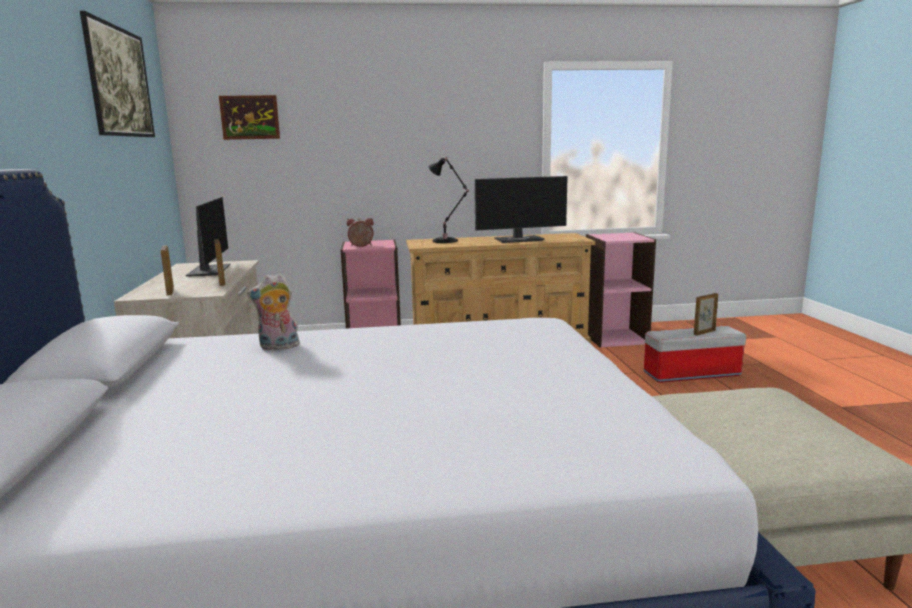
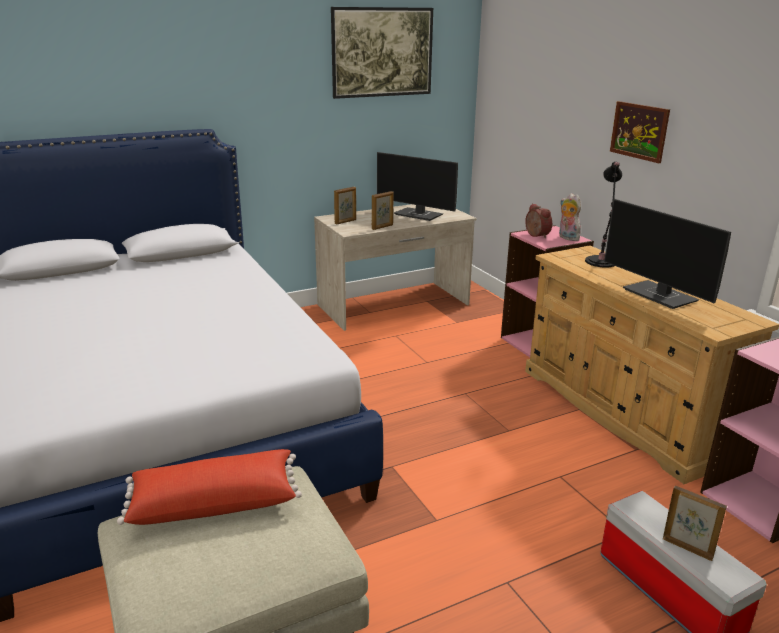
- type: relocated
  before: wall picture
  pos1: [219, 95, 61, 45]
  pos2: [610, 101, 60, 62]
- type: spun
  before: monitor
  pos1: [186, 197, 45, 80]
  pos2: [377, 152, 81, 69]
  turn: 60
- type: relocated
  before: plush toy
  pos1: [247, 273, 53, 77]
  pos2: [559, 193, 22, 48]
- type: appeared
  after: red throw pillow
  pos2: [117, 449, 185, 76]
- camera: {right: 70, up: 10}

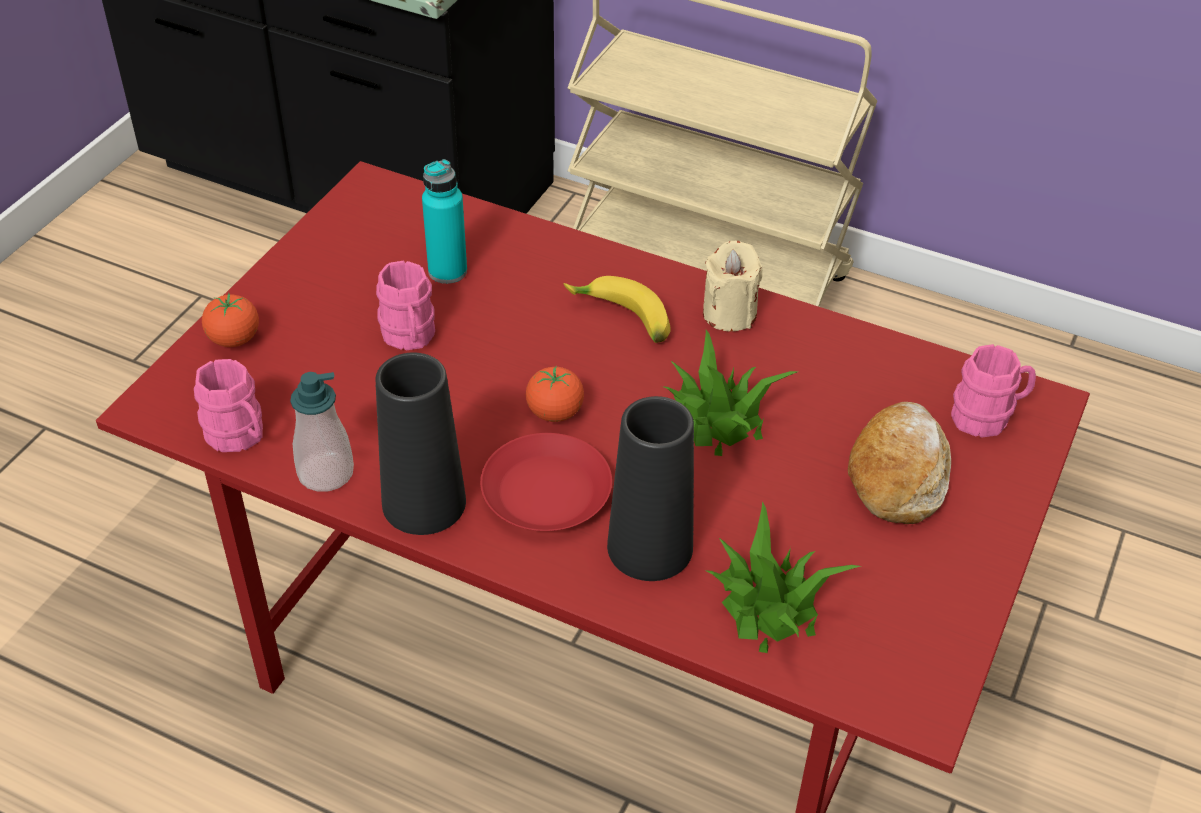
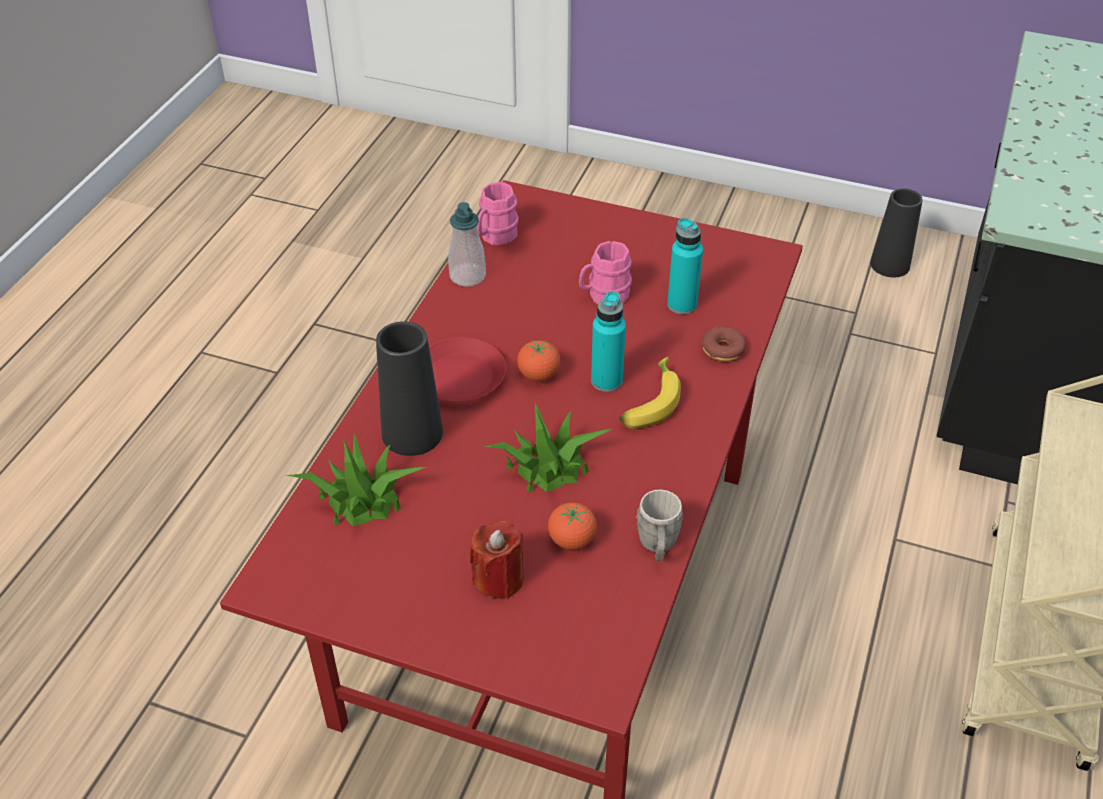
- type: missing
  before: beige-coloured wax light
  pos1: [703, 241, 59, 91]
- type: relocated
  before: tomato
  pos1: [202, 293, 57, 54]
  pos2: [548, 502, 49, 48]
- type: missing
  before: pink mug
  pos1: [951, 344, 85, 94]
- type: relocated
  before: black-coloured decorative vase
  pos1: [375, 353, 91, 182]
  pos2: [870, 188, 53, 90]
- type: exchanged
  before: baked bread
  after: red wax light
  pos1: [848, 402, 103, 122]
  pos2: [470, 520, 54, 79]
- type: appeared
  after: blue-green bottle
  pos2: [591, 291, 35, 101]
- type: appeared
  after: donut
  pos2: [701, 326, 45, 35]
- type: appeared
  after: grey mug
  pos2: [636, 489, 47, 72]
- camera: {right: 85, up: 0}

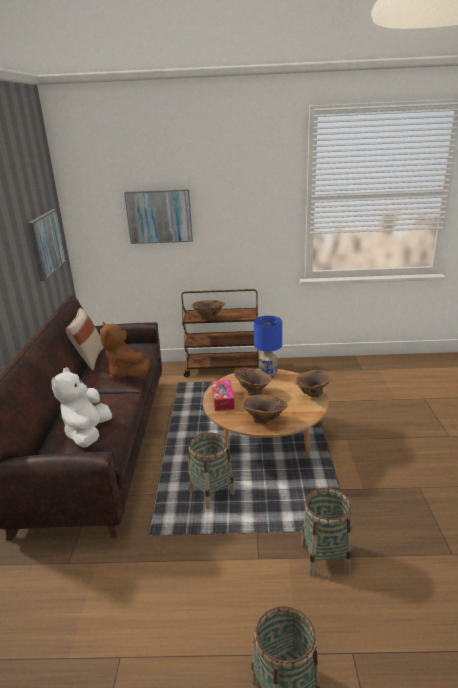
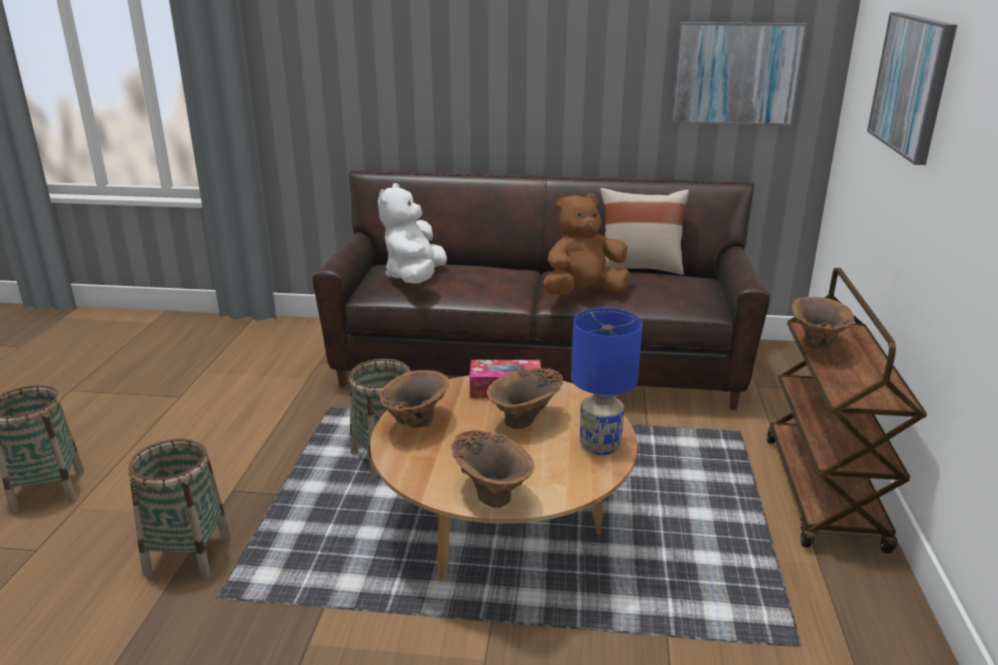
- type: spun
  before: whitish plush toy
  pos1: [51, 367, 61, 81]
  pos2: [378, 183, 69, 101]
  turn: -90
- camera: {right: 95, up: 0}

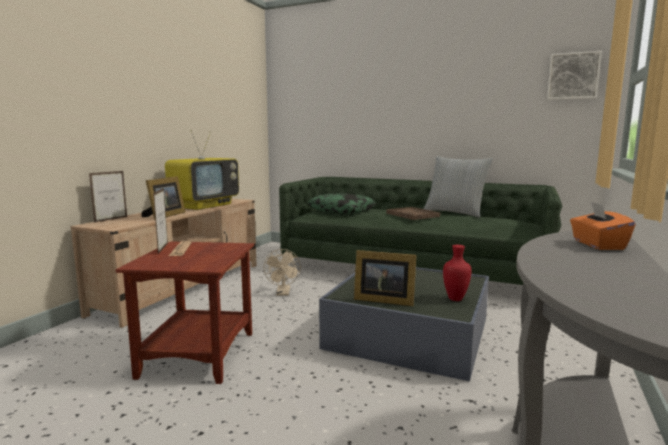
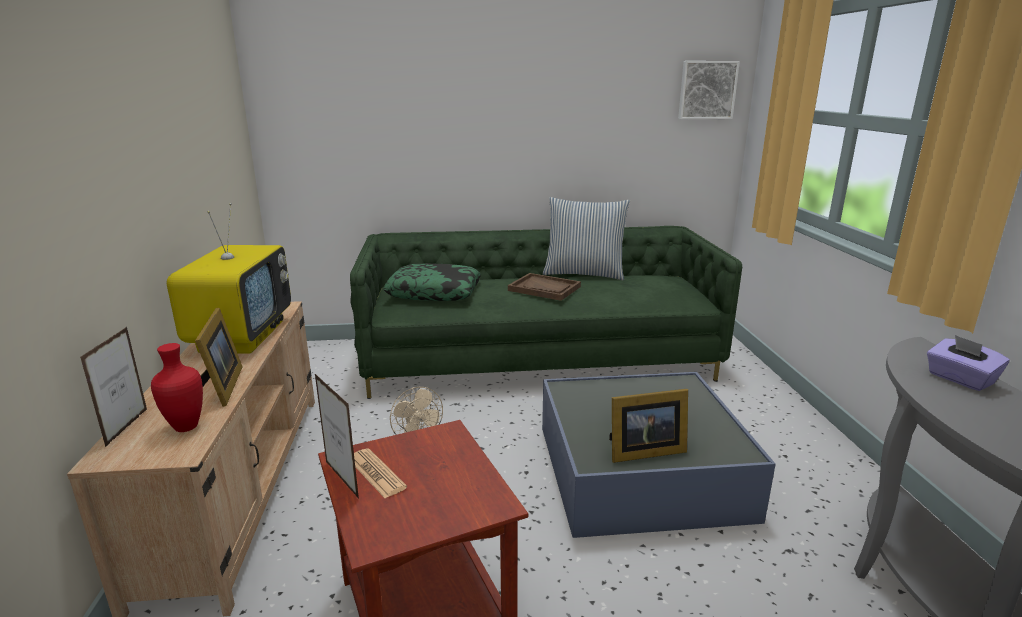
- type: colour
  before: orangey tissue holder
  after: purplish tissue holder
  pos1: [570, 202, 66, 48]
  pos2: [927, 335, 83, 56]
- type: relocated
  before: red decorative vase
  pos1: [443, 245, 28, 56]
  pos2: [151, 343, 52, 89]
- camera: {right: -30, up: 10}

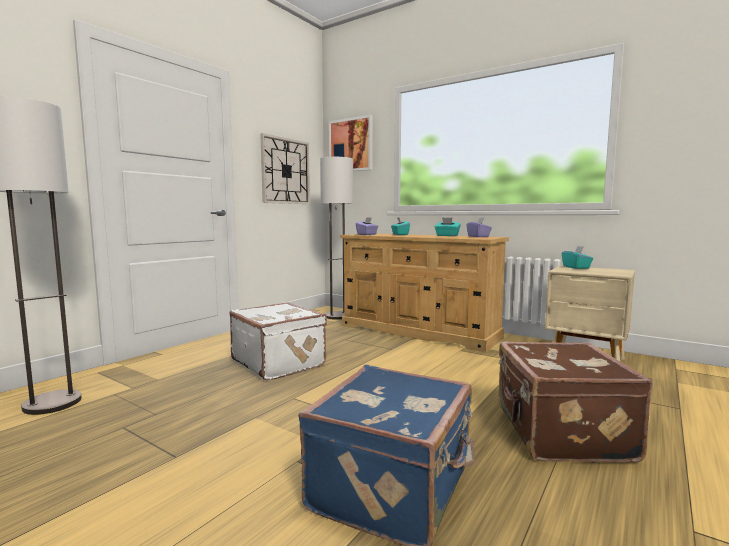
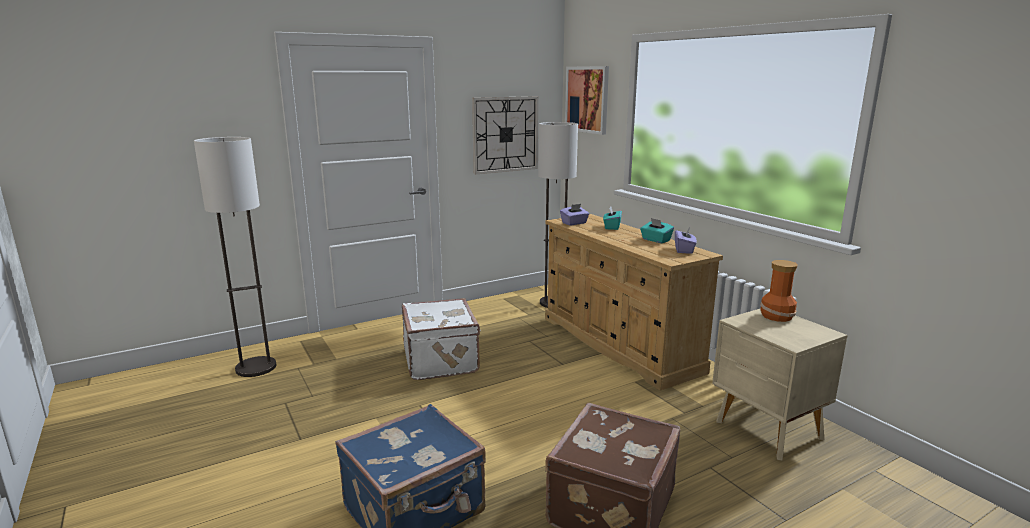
- type: exchanged
  before: blue-green tissue holder
  after: decorative vase
  pos1: [562, 246, 31, 23]
  pos2: [760, 260, 38, 62]
- camera: {right: 25, up: 10}

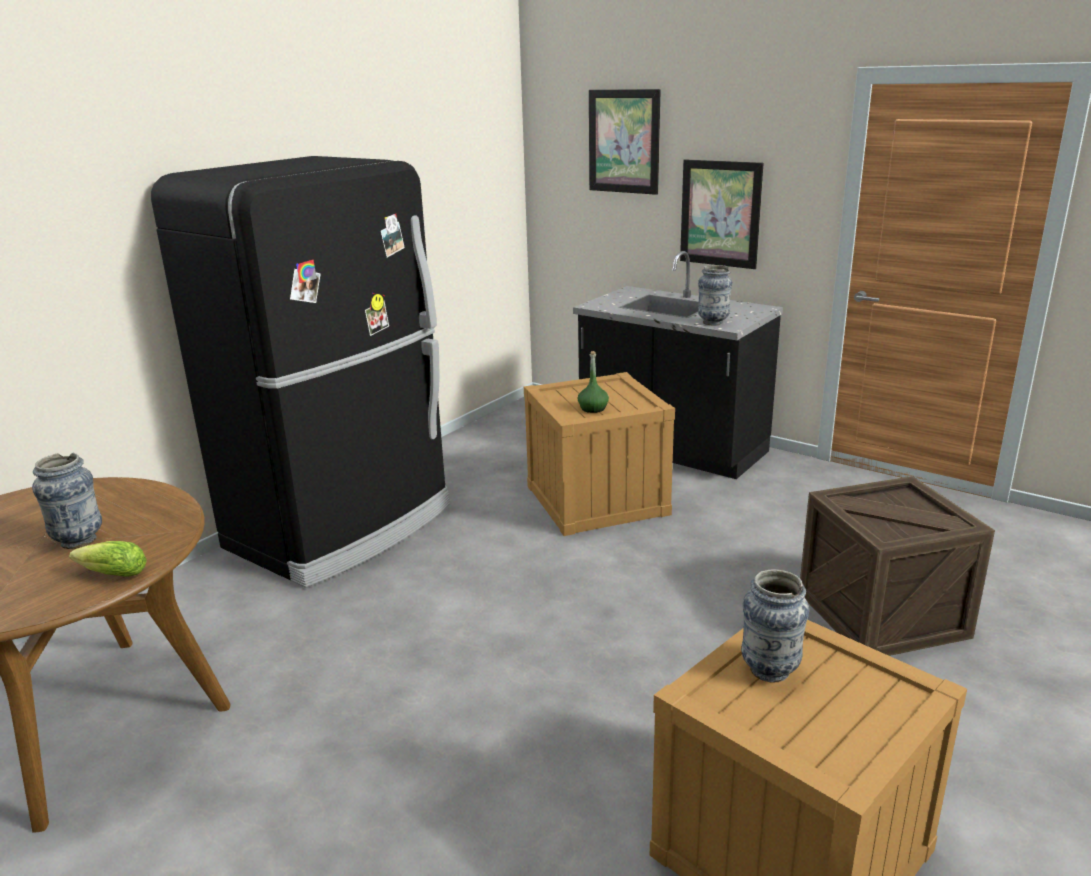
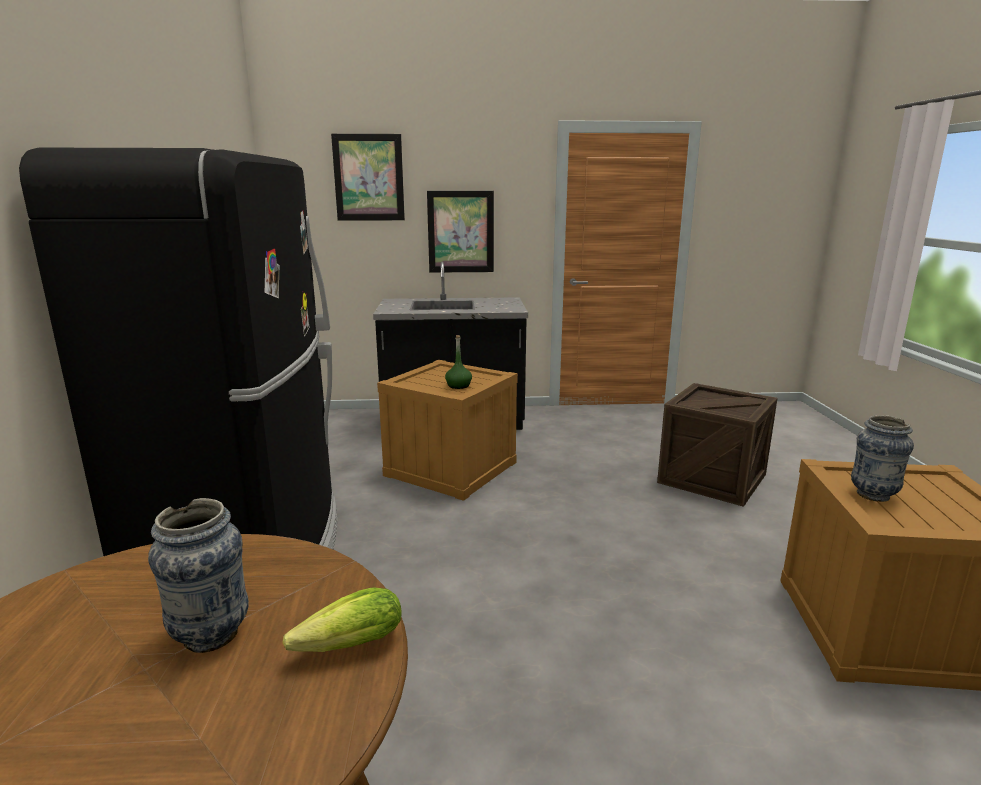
- type: missing
  before: decorative vase
  pos1: [698, 265, 34, 61]
- camera: {right: -40, up: -5}

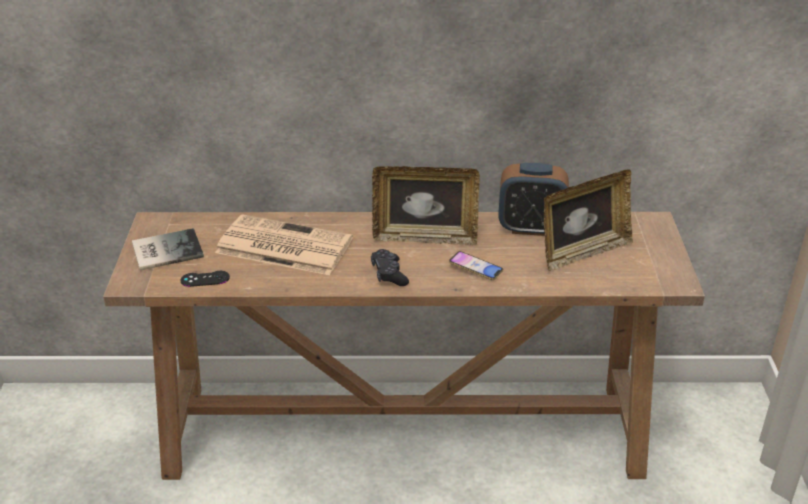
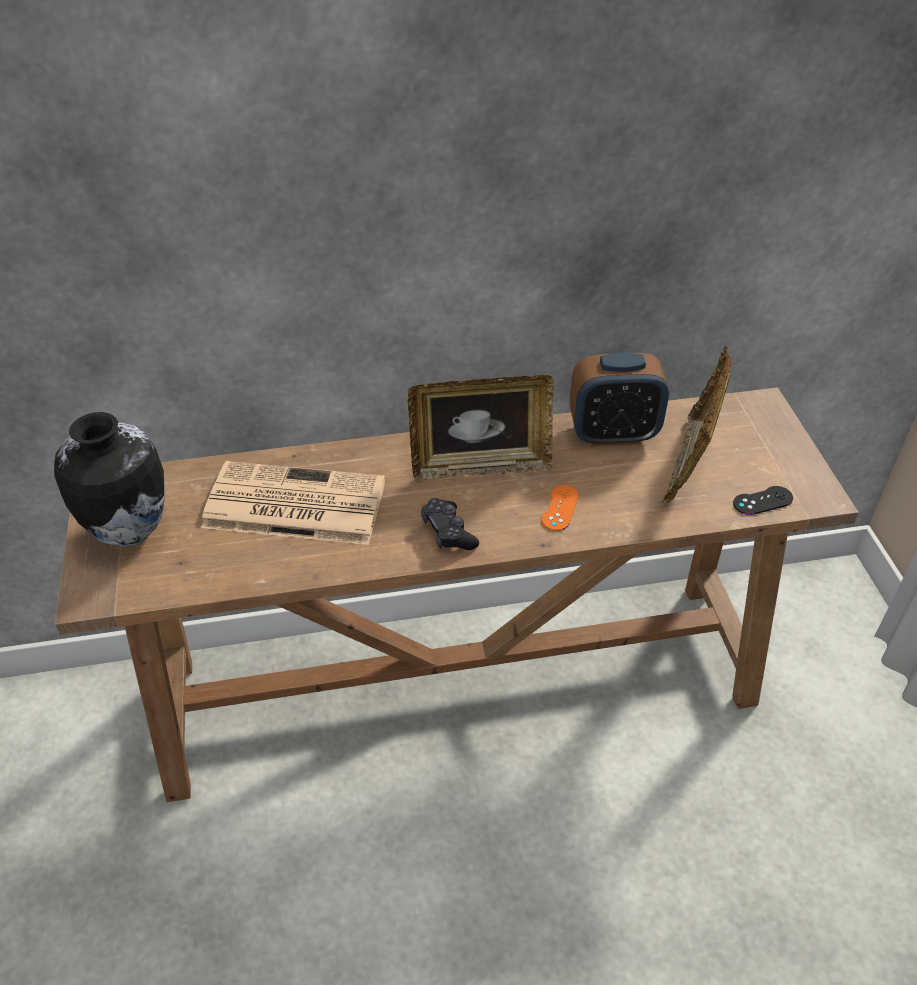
- type: spun
  before: standing frame
  pos1: [544, 170, 89, 101]
  pos2: [660, 346, 72, 158]
  turn: 150
- type: exchanged
  before: volume
  after: decorative vase
  pos1: [132, 228, 72, 43]
  pos2: [54, 412, 111, 135]
- type: exchanged
  before: phone
  after: orangey gamepad
  pos1: [449, 251, 54, 29]
  pos2: [541, 485, 38, 46]
- type: relocated
  before: black-coloured gamepad
  pos1: [180, 271, 50, 16]
  pos2: [733, 486, 60, 29]
- camera: {right: -10, up: 10}

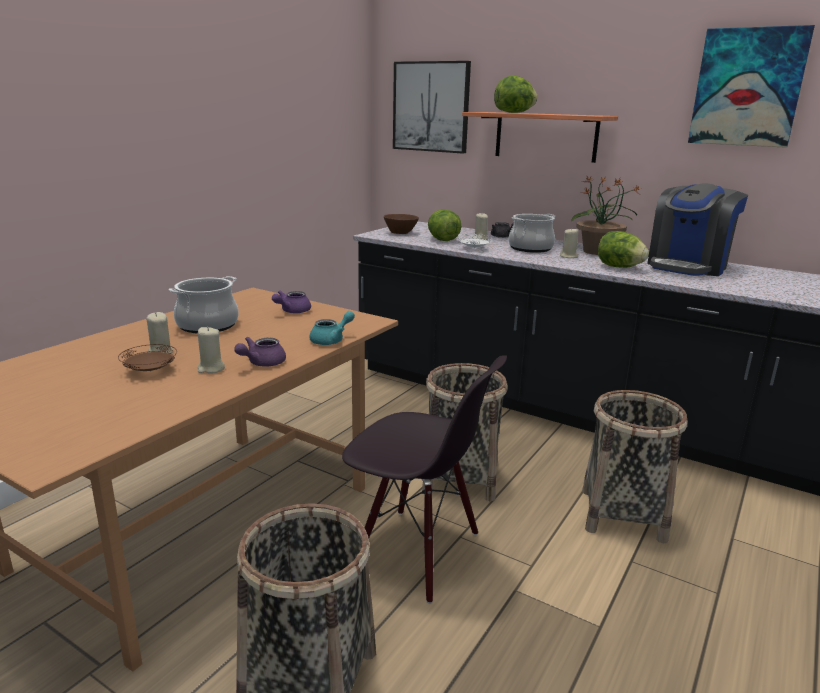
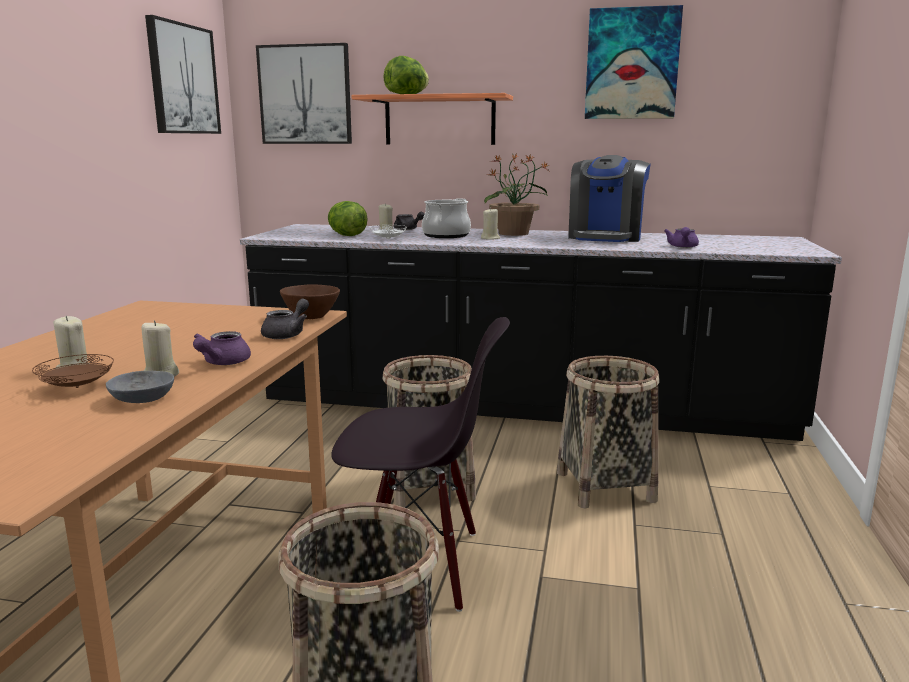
- type: relocated
  before: brown deep dish
  pos1: [384, 214, 35, 20]
  pos2: [280, 284, 60, 35]
- type: missing
  before: head of lettuce
  pos1: [598, 231, 51, 37]
- type: missing
  before: stockpot
  pos1: [169, 276, 70, 58]
- type: relocated
  before: purplish pot for tea
  pos1: [272, 291, 39, 22]
  pos2: [664, 227, 35, 21]
- type: colour
  before: blue-green pot for tea
  after: grey pot for tea
  pos1: [309, 311, 46, 34]
  pos2: [261, 299, 48, 40]
- type: appeared
  after: wall picture
  pos2: [145, 15, 76, 119]
- type: appeared
  after: grey deep dish
  pos2: [106, 371, 68, 32]
- camera: {right: -20, up: -5}

